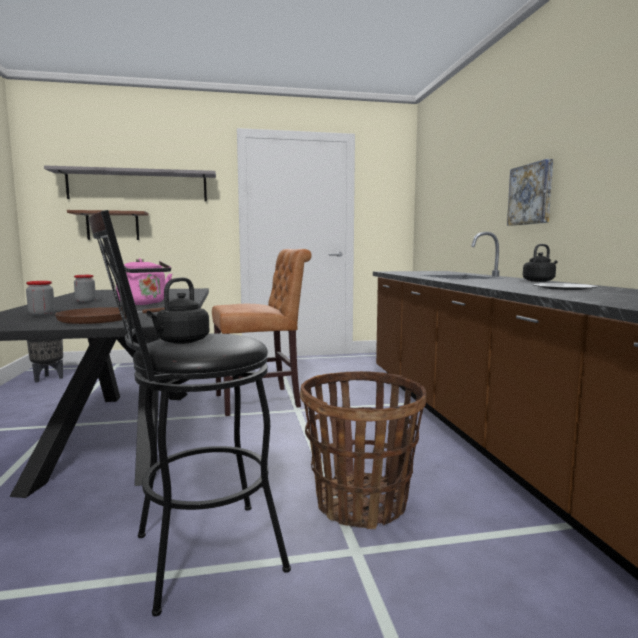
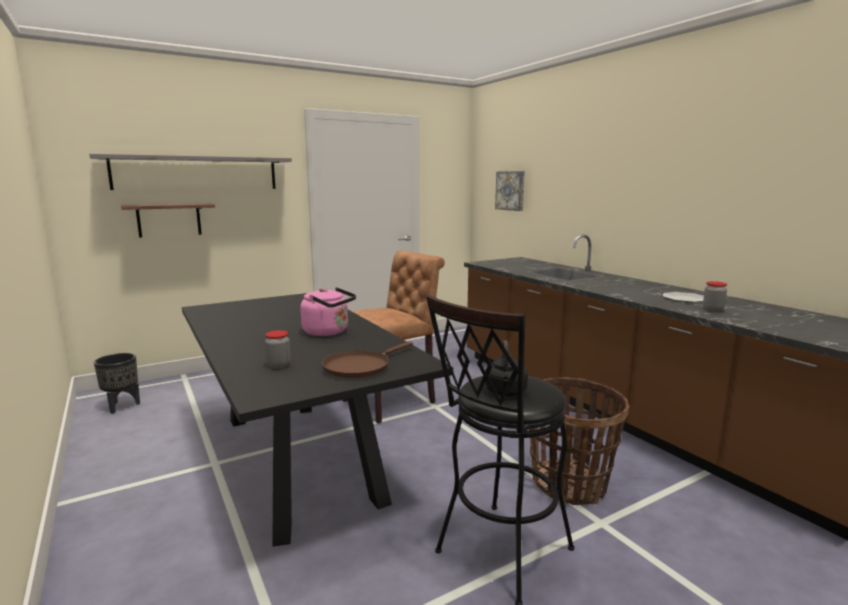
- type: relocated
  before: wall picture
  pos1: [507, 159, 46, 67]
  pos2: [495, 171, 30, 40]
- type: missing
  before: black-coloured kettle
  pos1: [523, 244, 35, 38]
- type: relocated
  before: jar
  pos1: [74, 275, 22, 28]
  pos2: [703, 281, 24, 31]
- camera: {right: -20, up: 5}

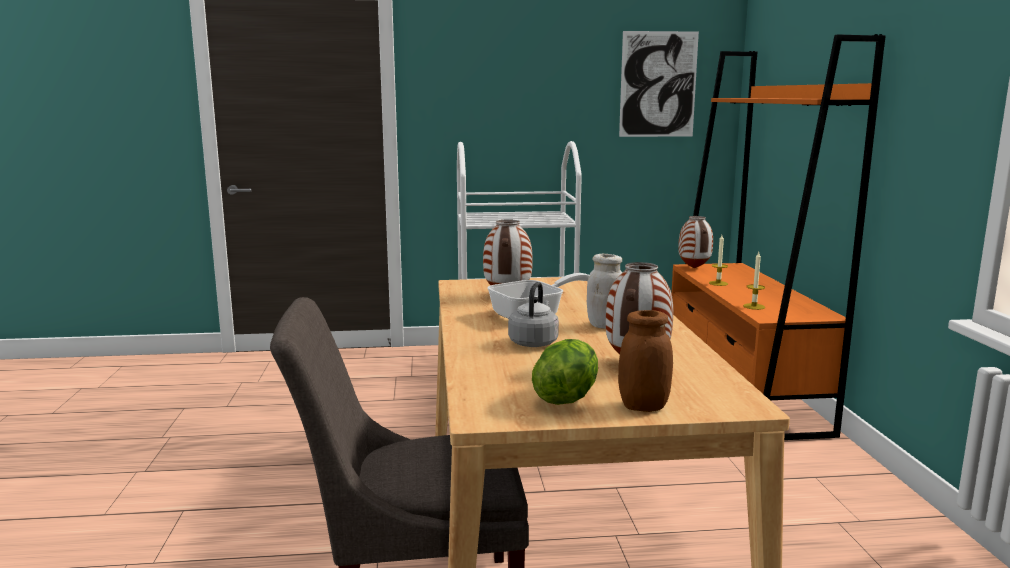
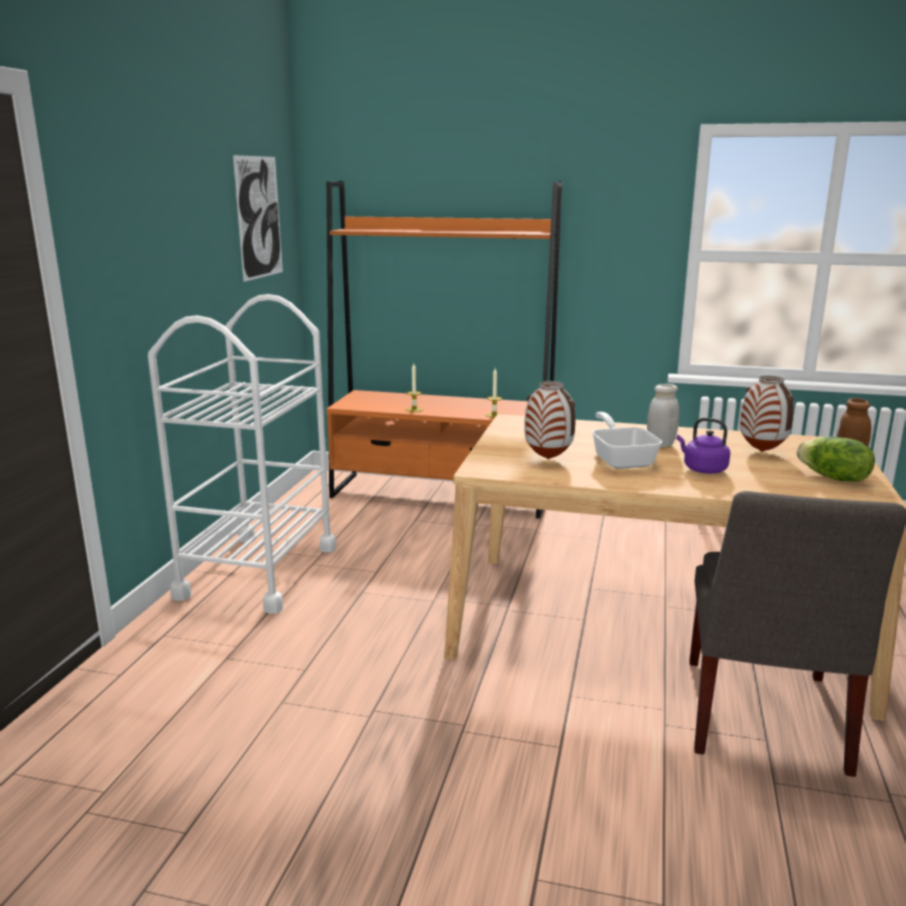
- type: missing
  before: decorative vase
  pos1: [678, 216, 35, 52]
- type: colour
  before: grey kettle
  after: purplish kettle
  pos1: [508, 282, 51, 65]
  pos2: [677, 418, 53, 56]
- camera: {right: -70, up: 5}

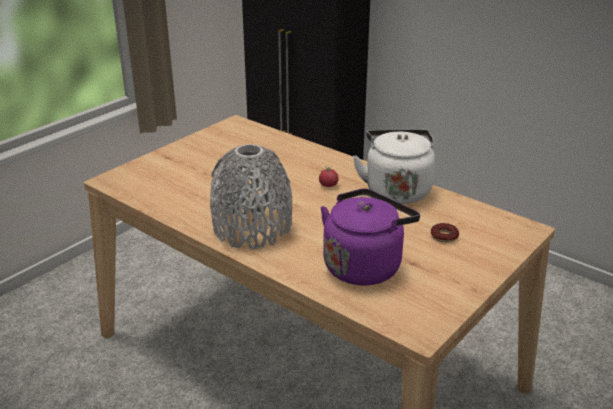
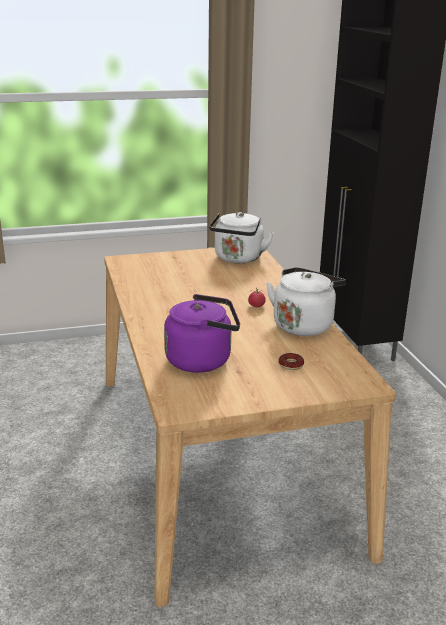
- type: missing
  before: grey decorative vase
  pos1: [210, 144, 82, 106]
- type: appeared
  after: whitish kettle
  pos2: [209, 212, 65, 51]
- camera: {right: 35, up: -5}

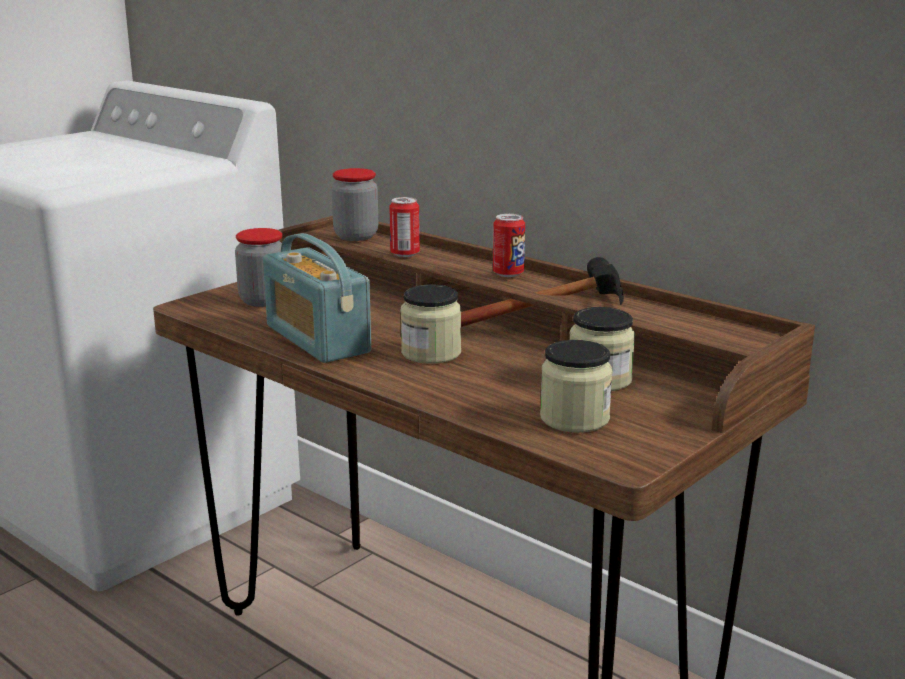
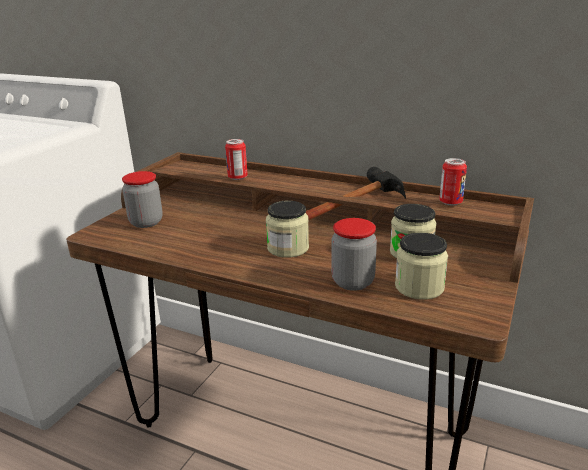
- type: relocated
  before: jar
  pos1: [332, 168, 46, 73]
  pos2: [331, 218, 46, 73]
- type: relocated
  before: metal can
  pos1: [493, 214, 32, 63]
  pos2: [439, 158, 28, 47]
- type: missing
  before: radio
  pos1: [263, 233, 108, 130]
- camera: {right: -15, up: 5}

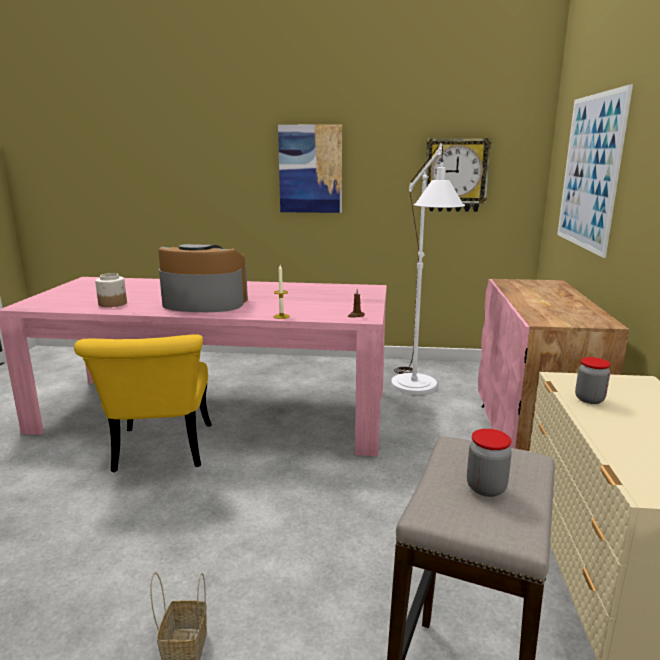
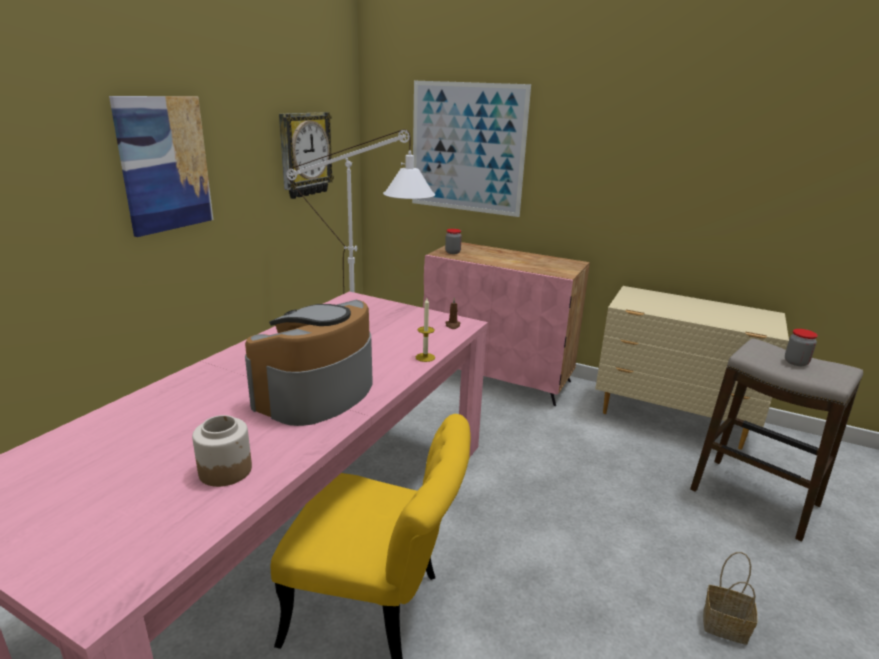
- type: relocated
  before: jar
  pos1: [575, 357, 36, 47]
  pos2: [445, 229, 17, 25]
- camera: {right: -70, up: 5}

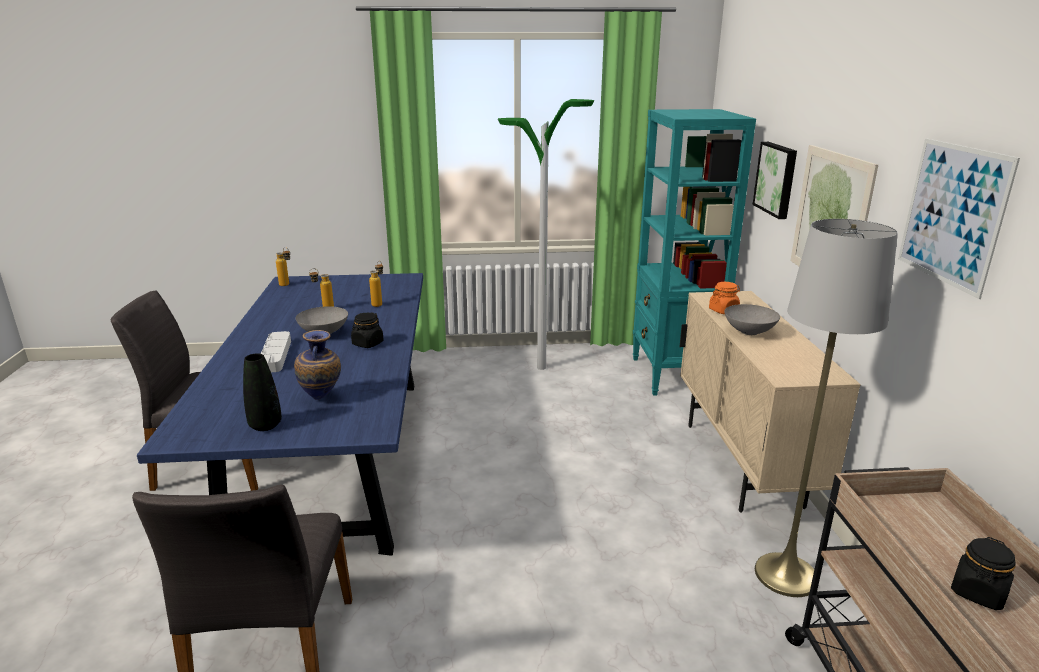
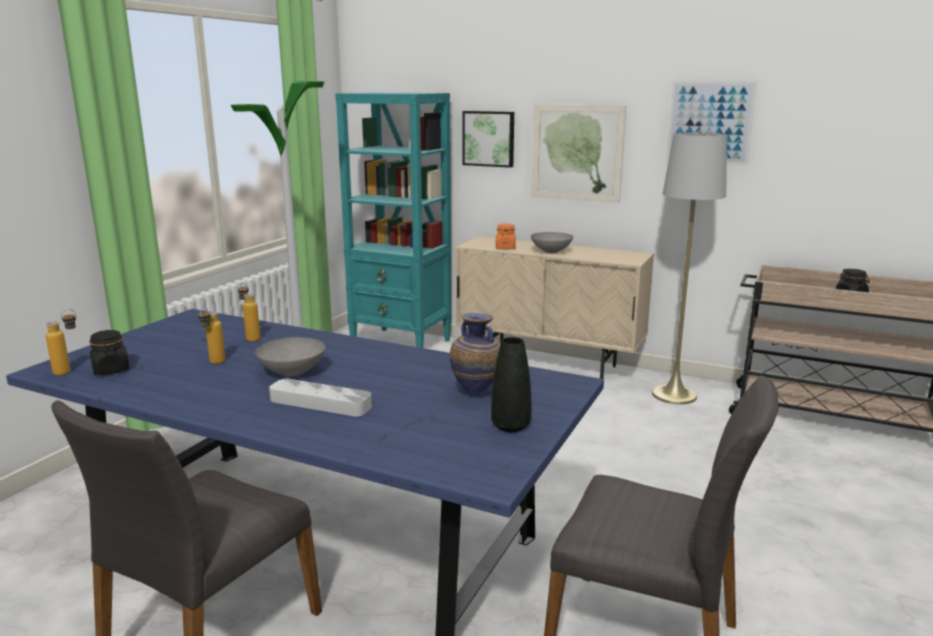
- type: relocated
  before: black-coloured jar
  pos1: [351, 312, 33, 36]
  pos2: [90, 330, 40, 45]
- camera: {right: -60, up: -5}

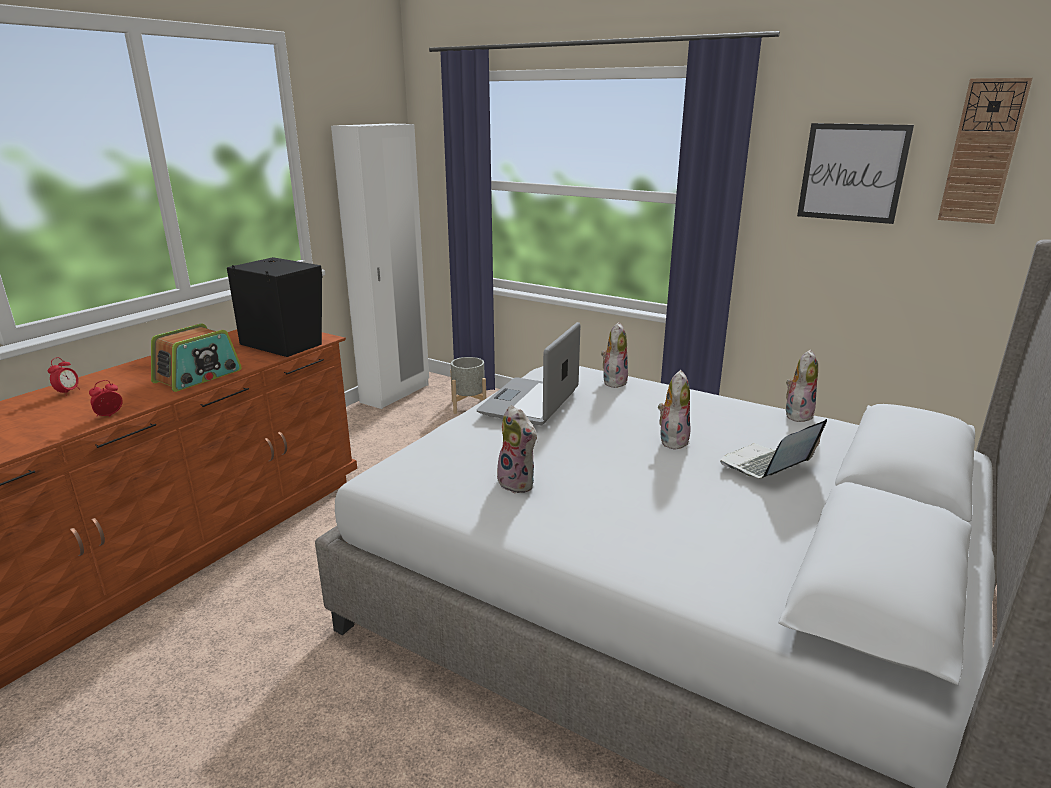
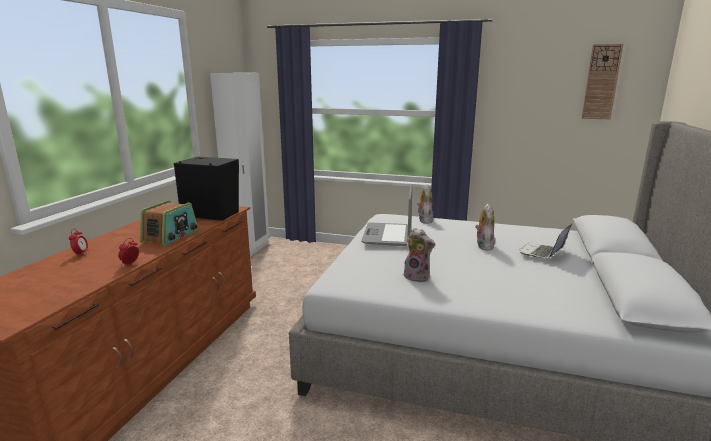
- type: missing
  before: wall picture
  pos1: [797, 123, 117, 101]
- type: missing
  before: plush toy
  pos1: [786, 350, 32, 72]
- type: missing
  before: grey planter
  pos1: [450, 357, 36, 57]
- camera: {right: -15, up: -5}

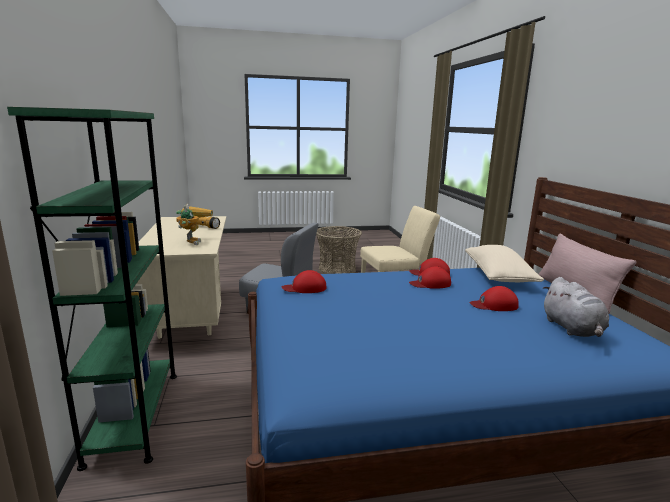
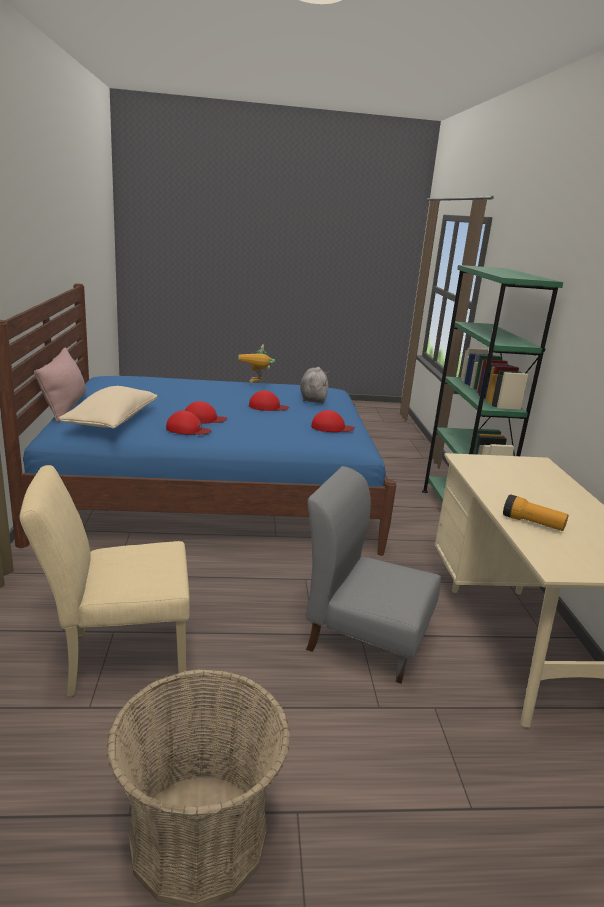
- type: relocated
  before: toy robot
  pos1: [176, 204, 37, 41]
  pos2: [238, 344, 37, 40]
- type: relocated
  before: grey plush toy
  pos1: [543, 277, 66, 60]
  pos2: [300, 367, 29, 36]
- type: relocated
  before: red peaked cap
  pos1: [469, 286, 50, 25]
  pos2: [249, 390, 40, 21]
- camera: {right: -175, up: 5}

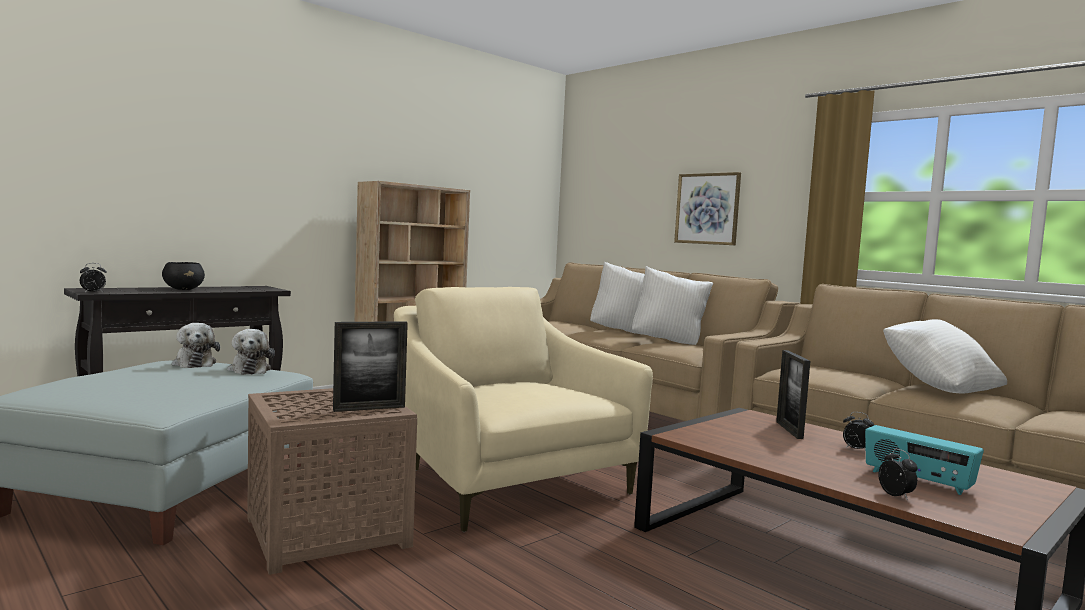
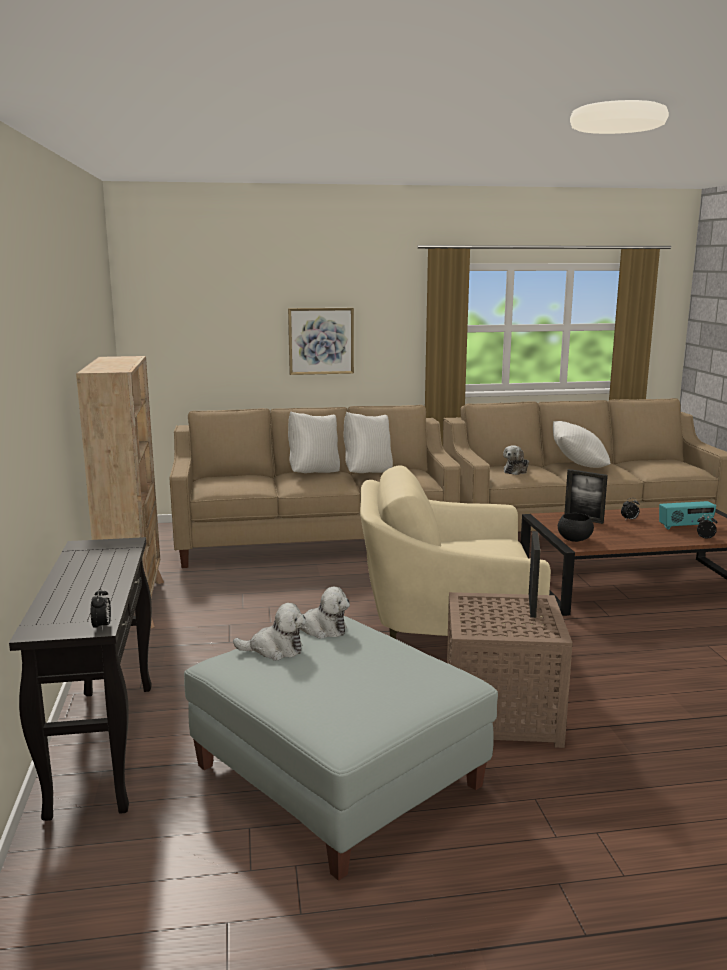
- type: relocated
  before: black-coloured deep dish
  pos1: [162, 262, 43, 28]
  pos2: [558, 513, 36, 29]
- type: appeared
  after: plush toy
  pos2: [503, 445, 26, 30]
- camera: {right: -55, up: 10}

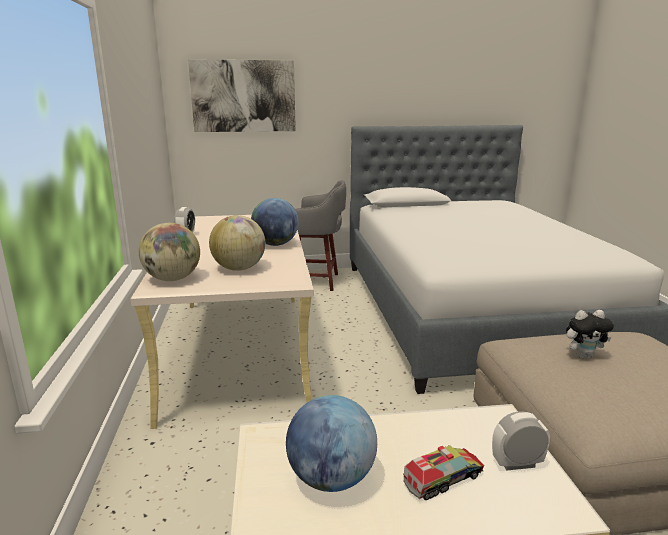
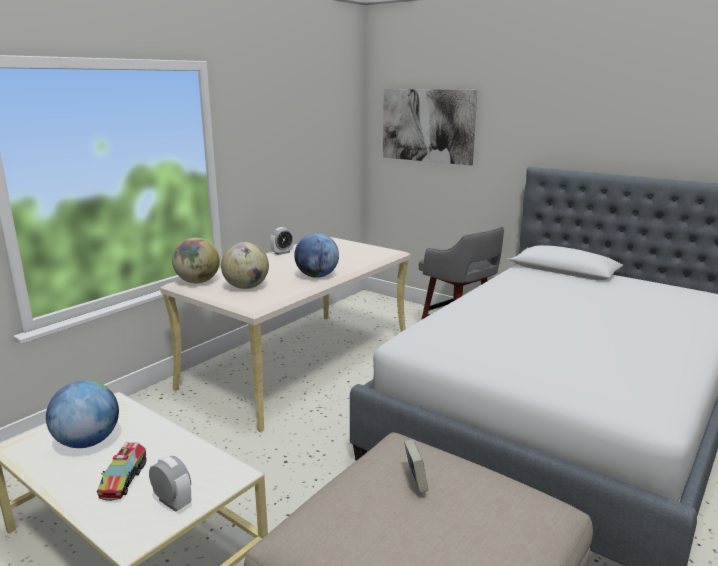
- type: exchanged
  before: plush toy
  after: volume
  pos1: [566, 310, 48, 48]
  pos2: [404, 439, 24, 54]
- type: spun
  before: toy truck
  pos1: [403, 445, 81, 55]
  pos2: [97, 443, 49, 58]
  turn: 75
- camera: {right: 45, up: 0}

